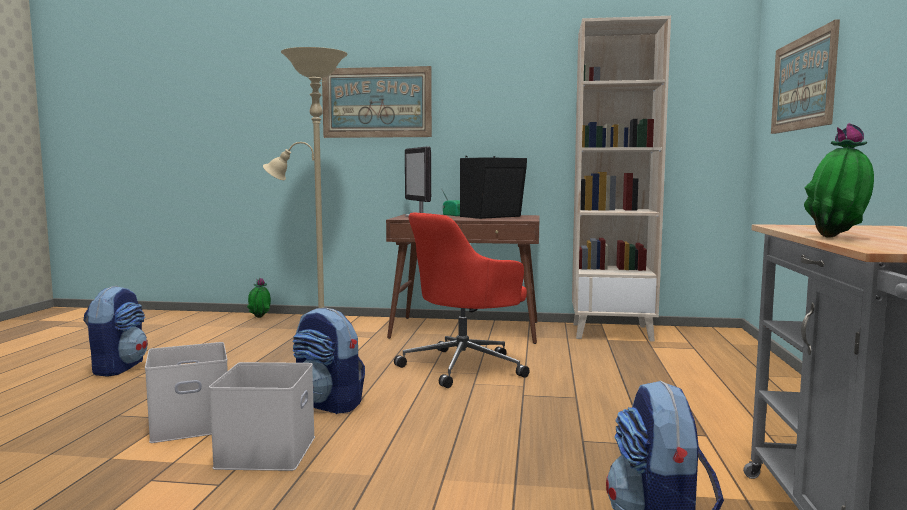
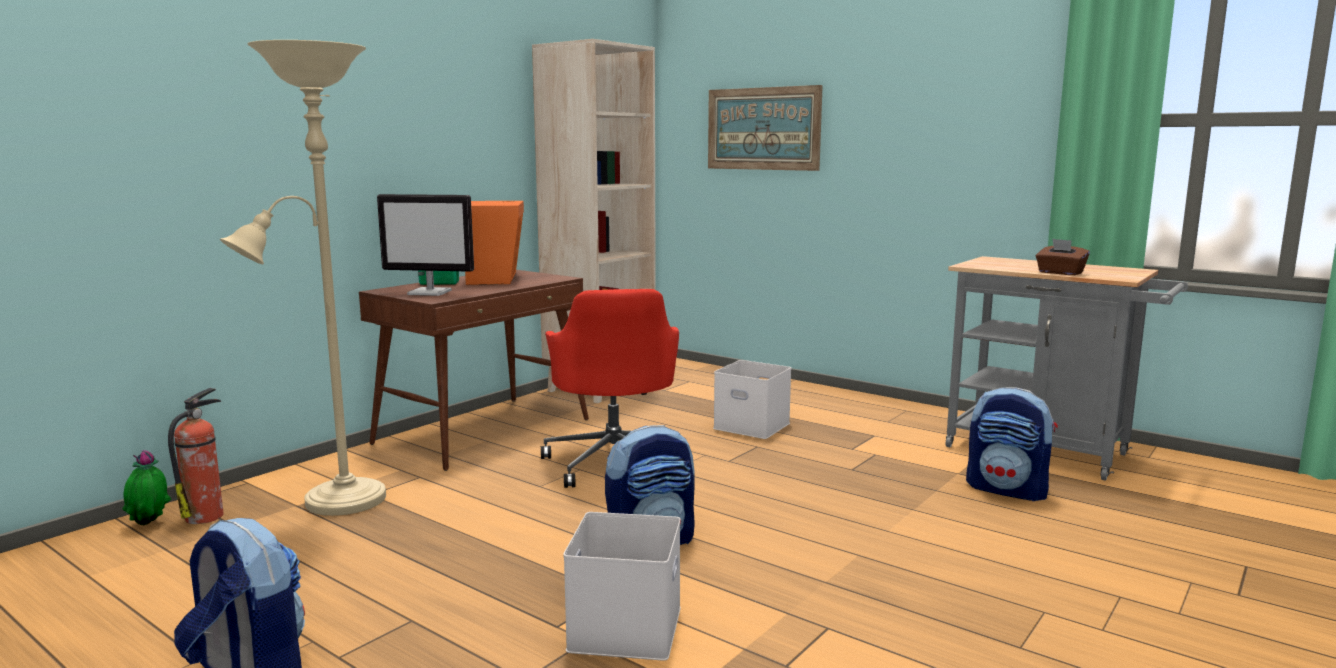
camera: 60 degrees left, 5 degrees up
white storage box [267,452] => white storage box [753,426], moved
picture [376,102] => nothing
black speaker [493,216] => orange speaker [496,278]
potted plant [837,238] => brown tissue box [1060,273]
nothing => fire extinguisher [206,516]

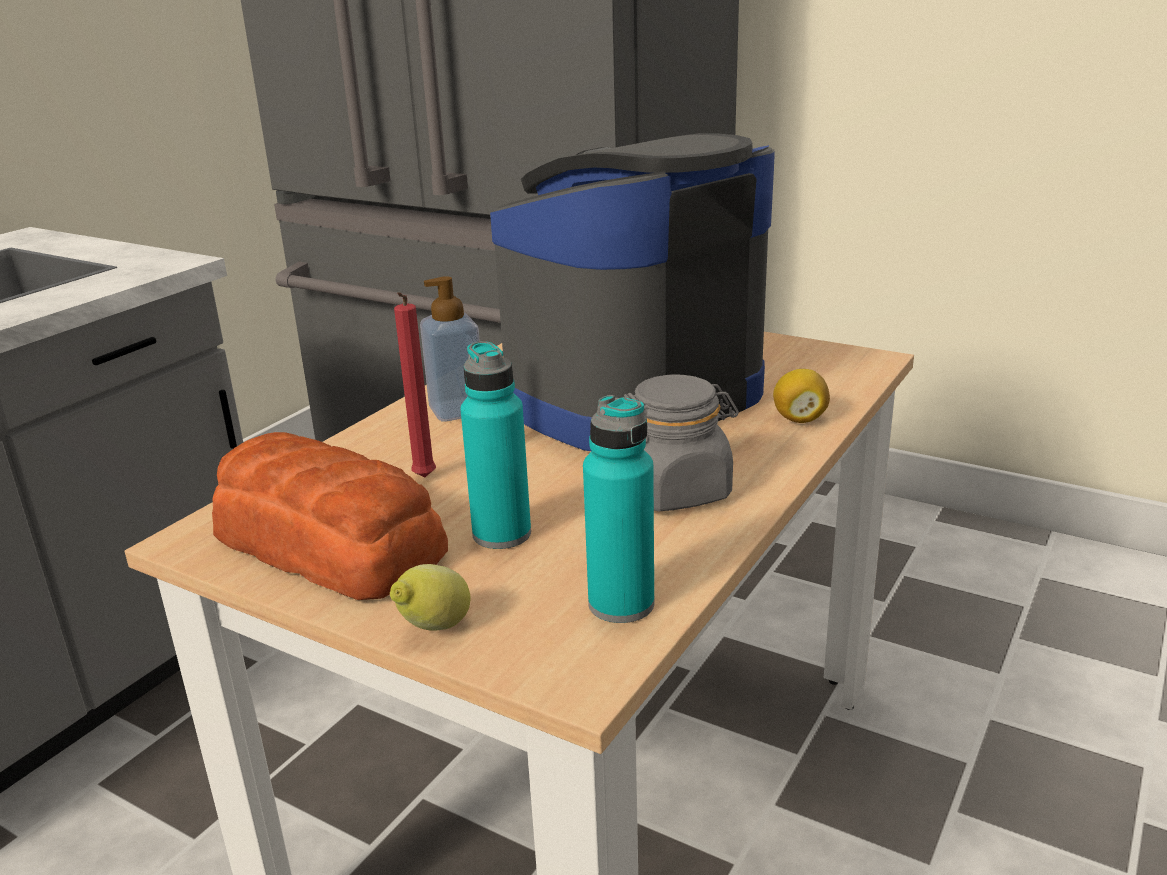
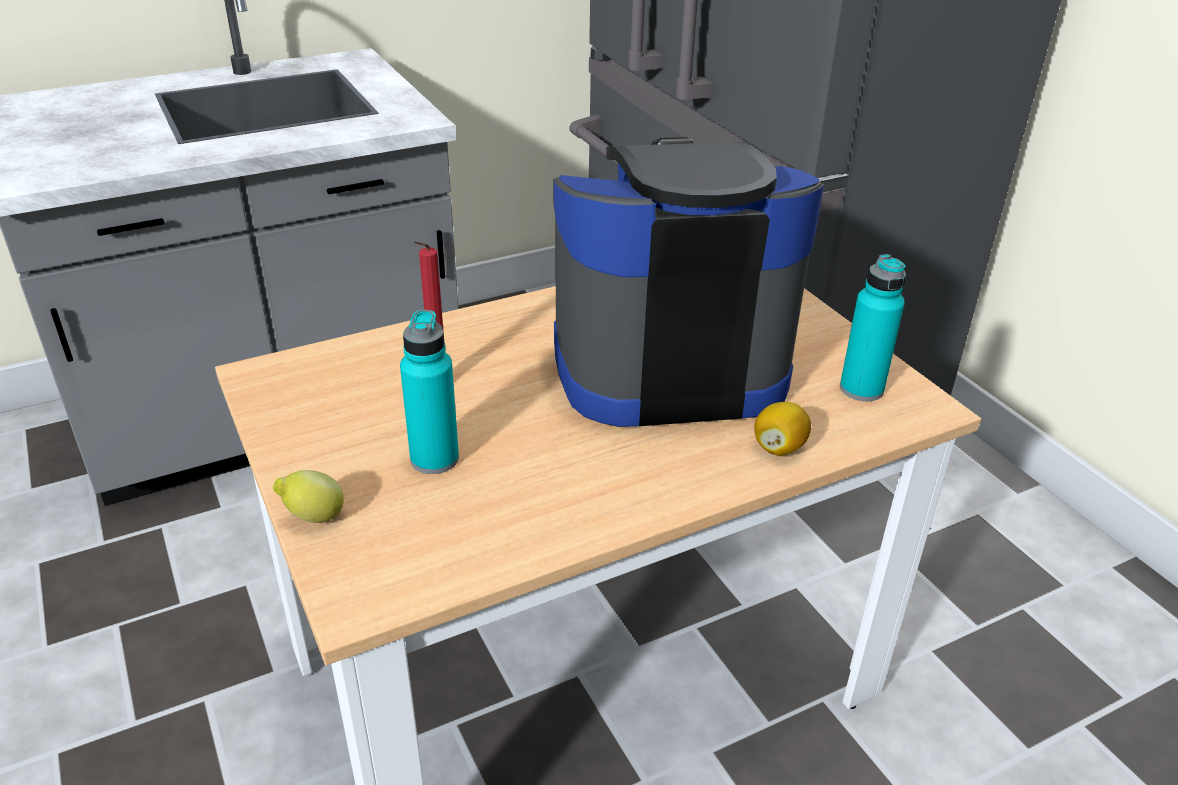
camera: 30 degrees right, 10 degrees up
bread [328,543] => nothing
soap dispenser [457,410] => nothing
turquoise bottle [621,604] => turquoise bottle [861,389], moved
grey jar [675,491] => nothing

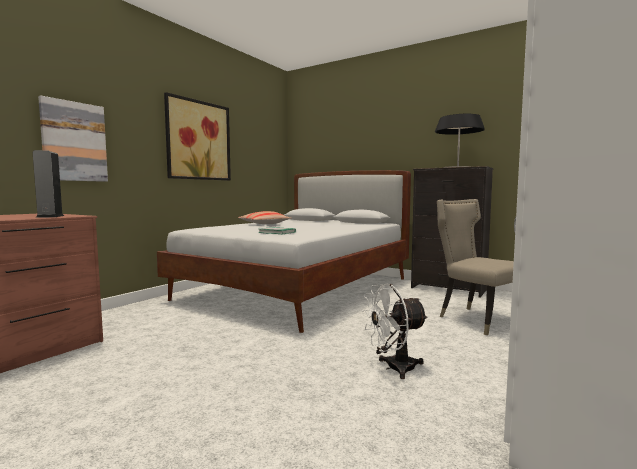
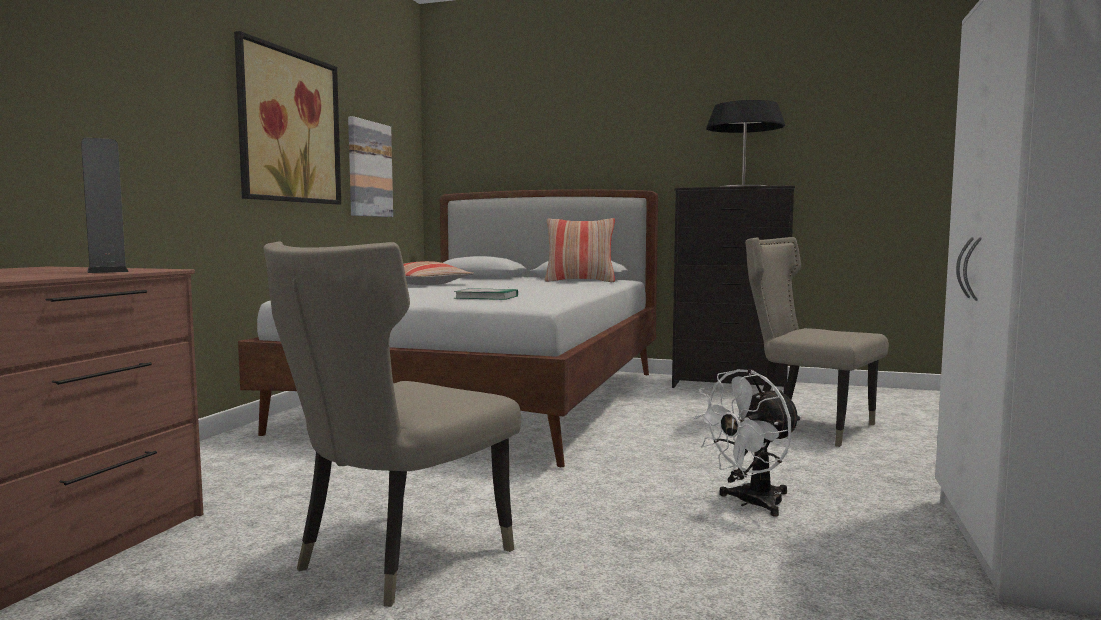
camera: 15 degrees left, 0 degrees up
picture [74,141] => picture [369,169], moved
nothing => beige chair [395,559]
nothing => pillow [580,281]

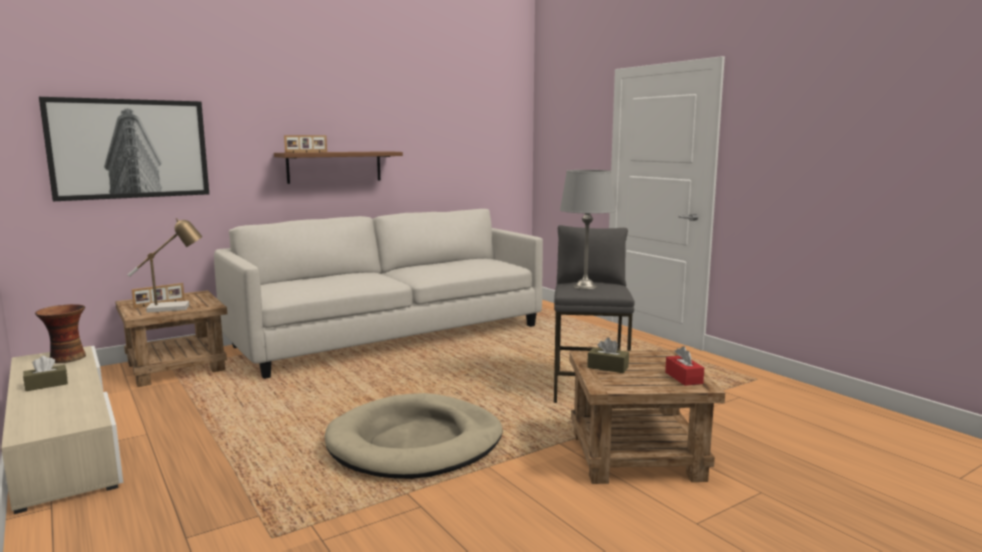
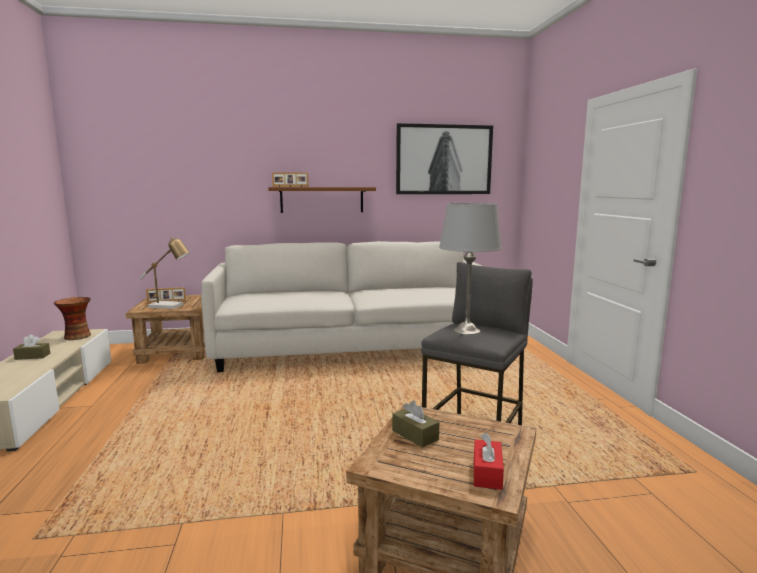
camera: 25 degrees right, 0 degrees up
picture [129,149] => picture [444,159], moved
beige dog bed [415,443] => nothing

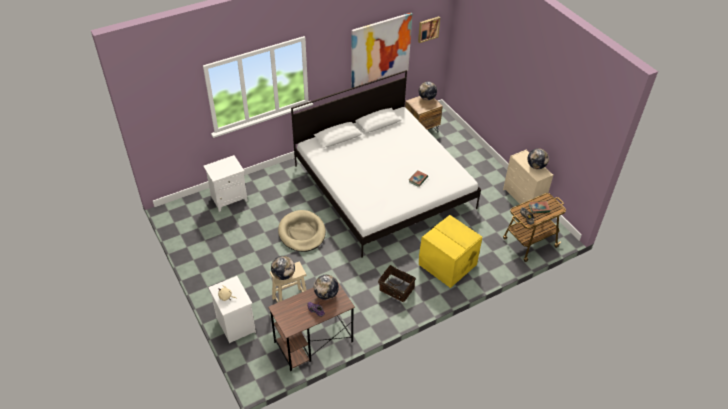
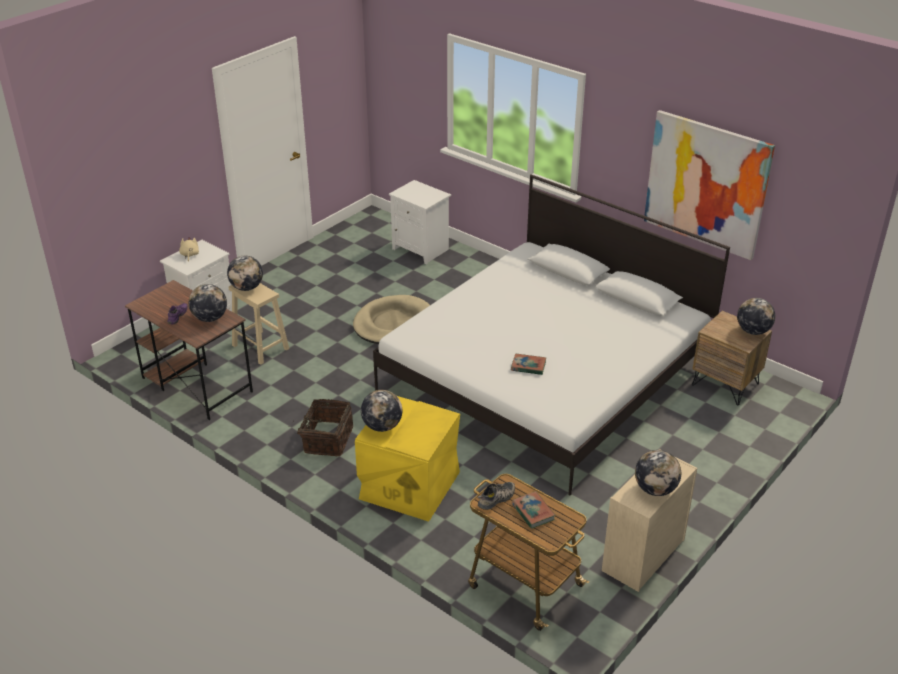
camera: 70 degrees right, 10 degrees down
picture [428,29] => nothing
nothing => globe [382,426]

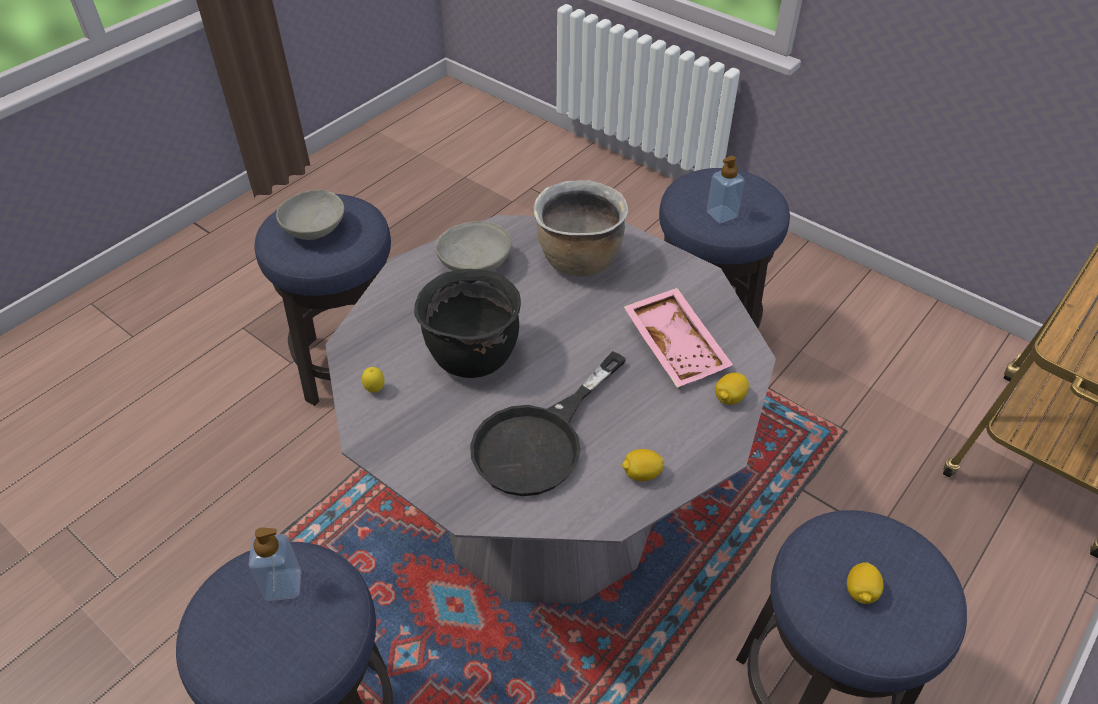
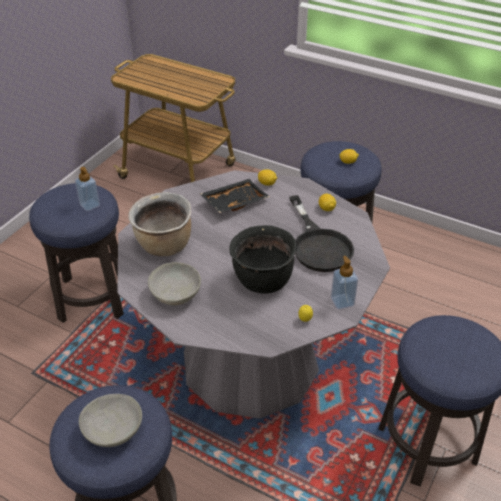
camera: 100 degrees left, 5 degrees down
soap dispenser [283,585] => soap dispenser [342,301], moved
black frying pan [540,440] => black frying pan [318,245], 45 degrees clockwise
pink tray [677,346] => black tray [234,202]

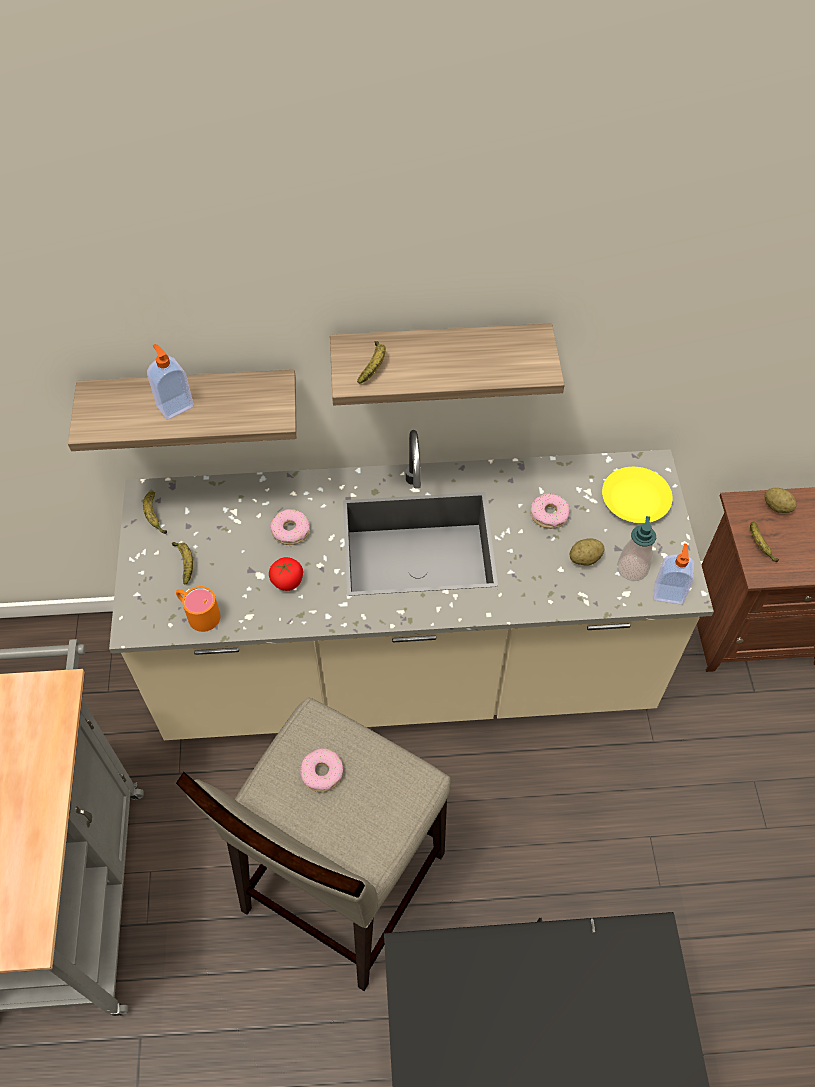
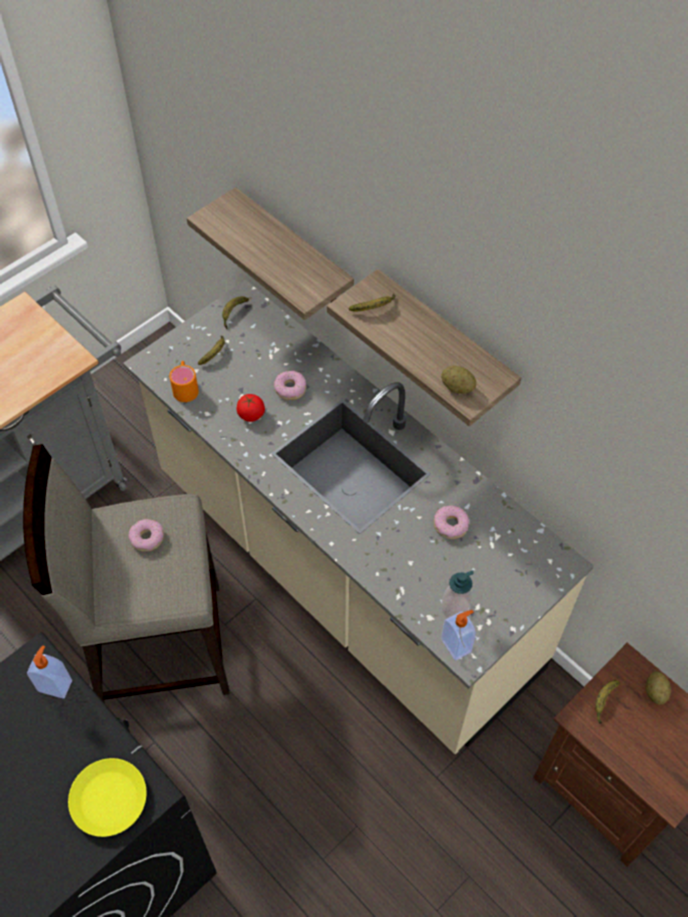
camera: 50 degrees right, 0 degrees up
soap dispenser [175,406] => soap dispenser [55,685], moved
potato [585,558] => potato [457,387], moved
yellow plate [635,499] => yellow plate [109,798], moved

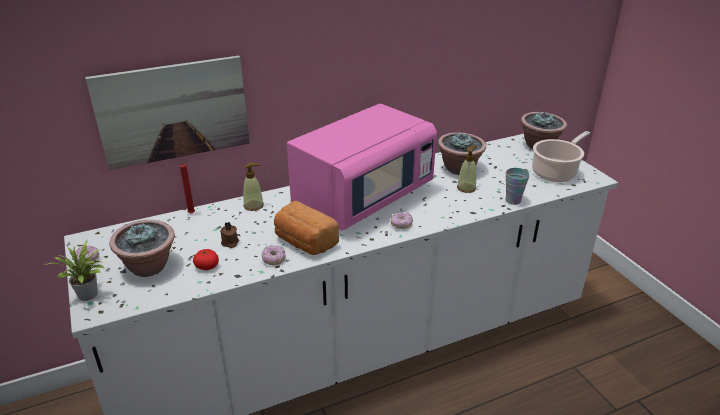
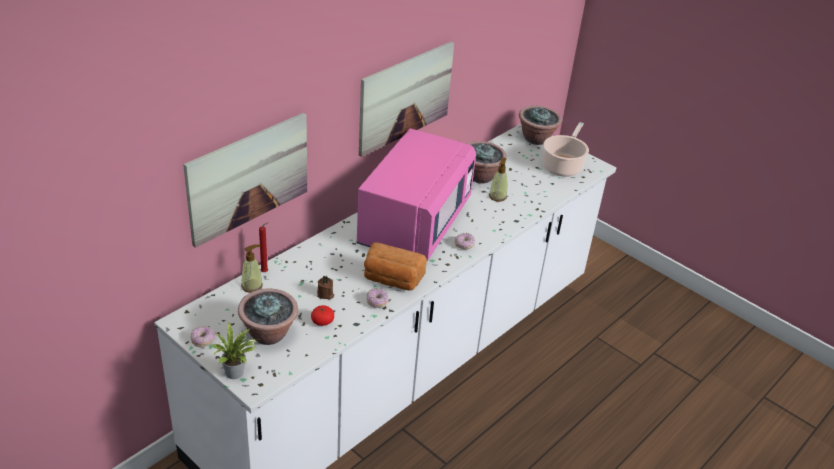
camera: 25 degrees left, 5 degrees up
soap dispenser [254,206] => soap dispenser [252,286], moved
cup [513,200] => nothing
nothing => picture [405,97]

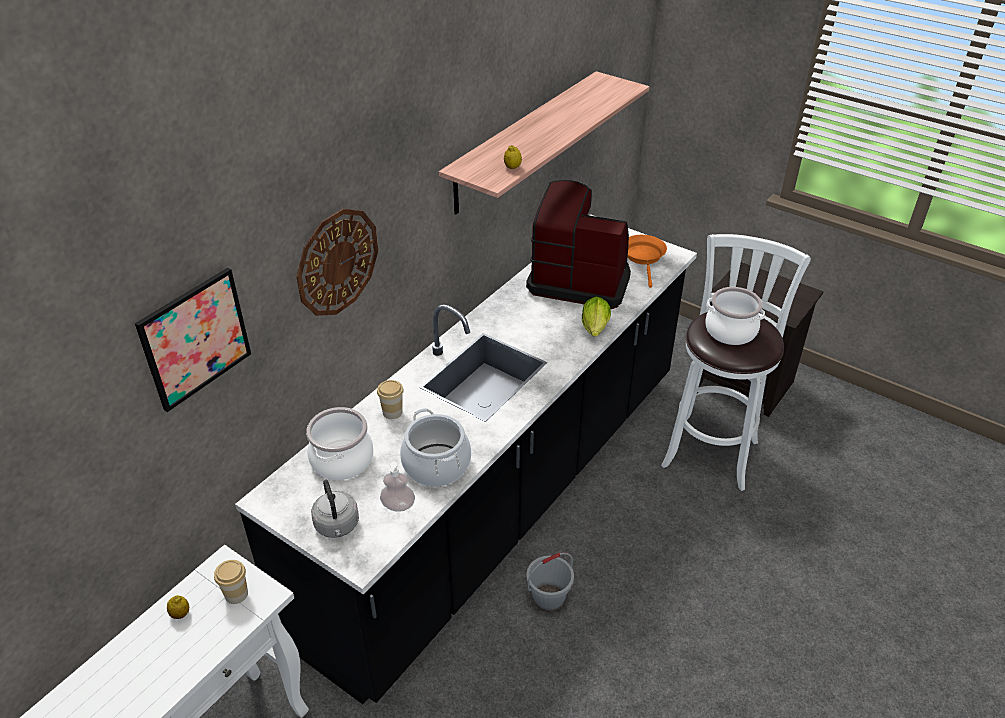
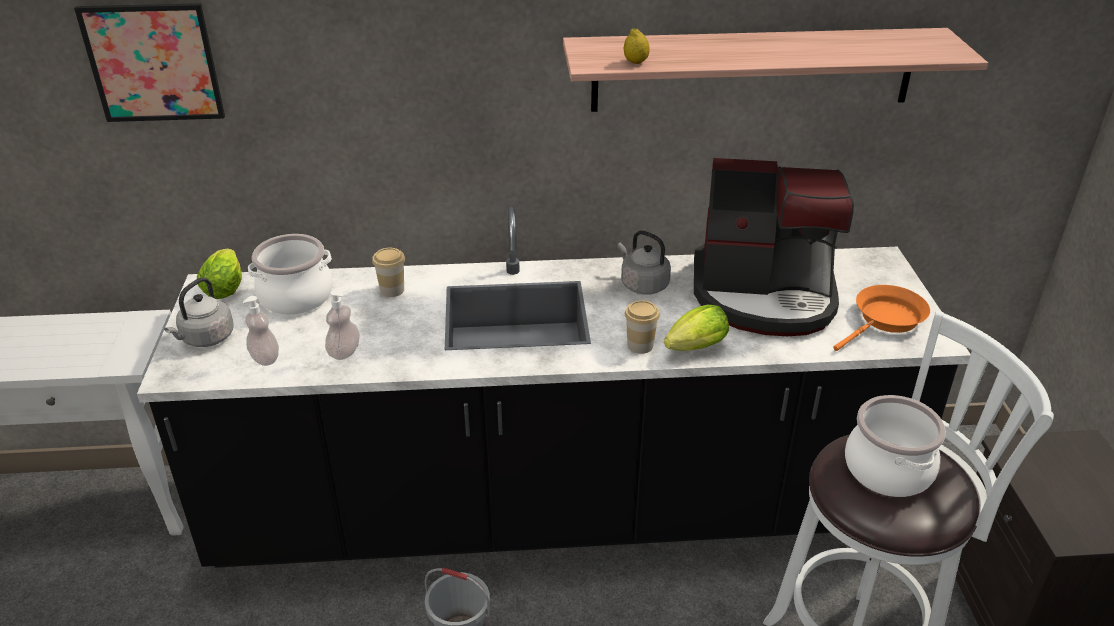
camera: 50 degrees right, 5 degrees down
lemon [180,614] => nothing
cup [236,594] => cup [640,345], moved
wall clock [337,262] => nothing
cooking pot [436,465] => soap dispenser [344,352]
coffee machine [579,280] => coffee machine [764,296], 120 degrees clockwise
nothing => lettuce [226,287]
nothing => grey kettle [642,284]

